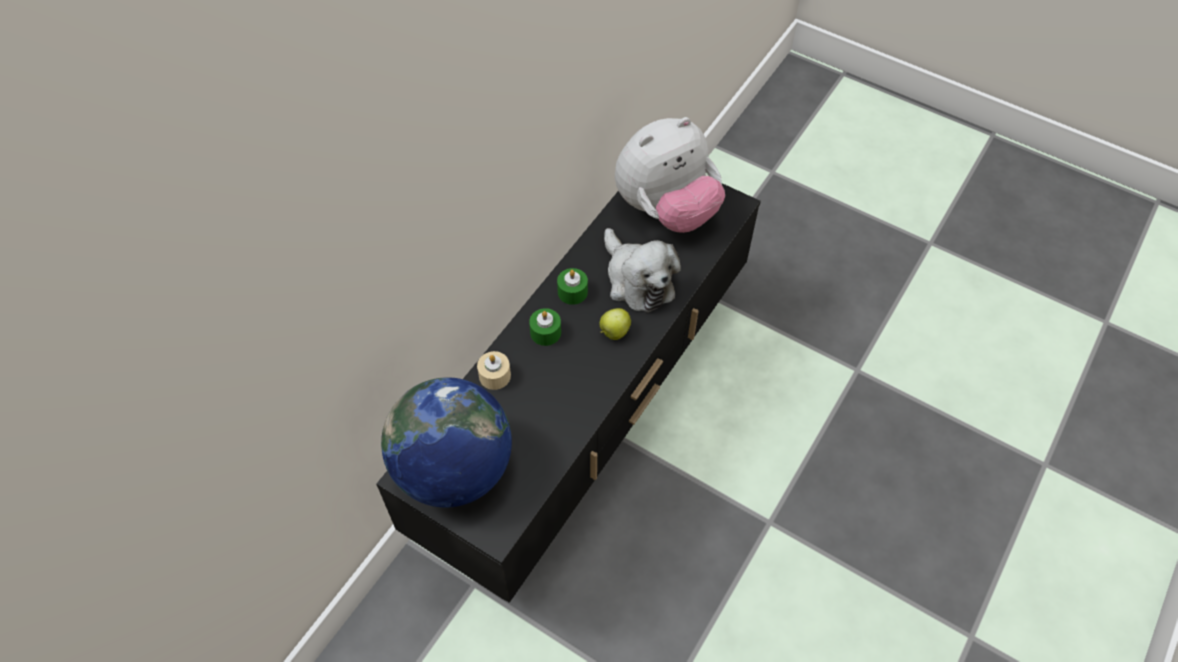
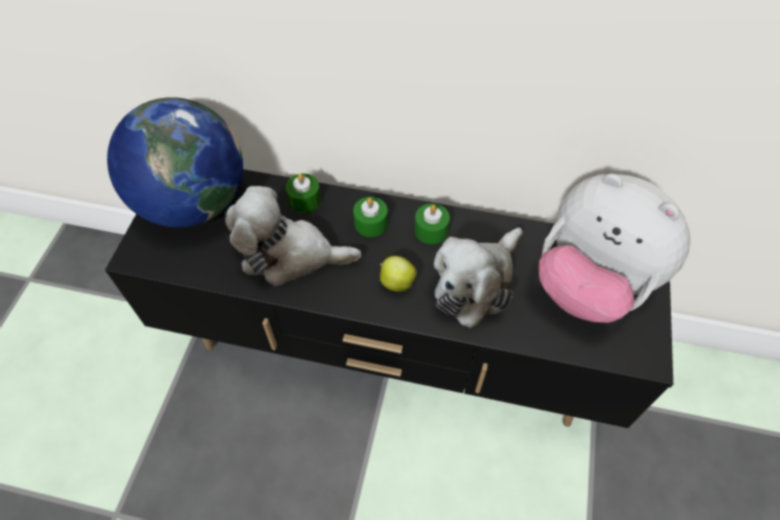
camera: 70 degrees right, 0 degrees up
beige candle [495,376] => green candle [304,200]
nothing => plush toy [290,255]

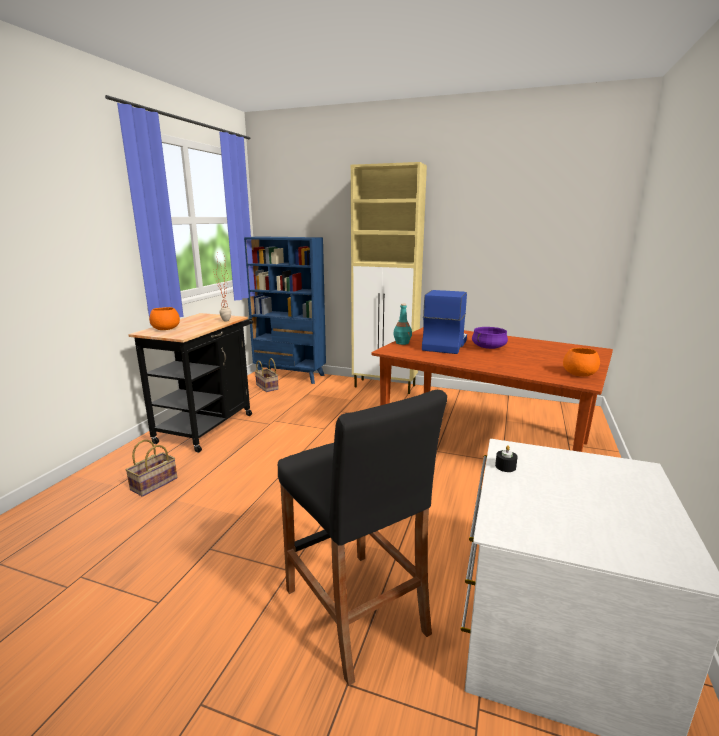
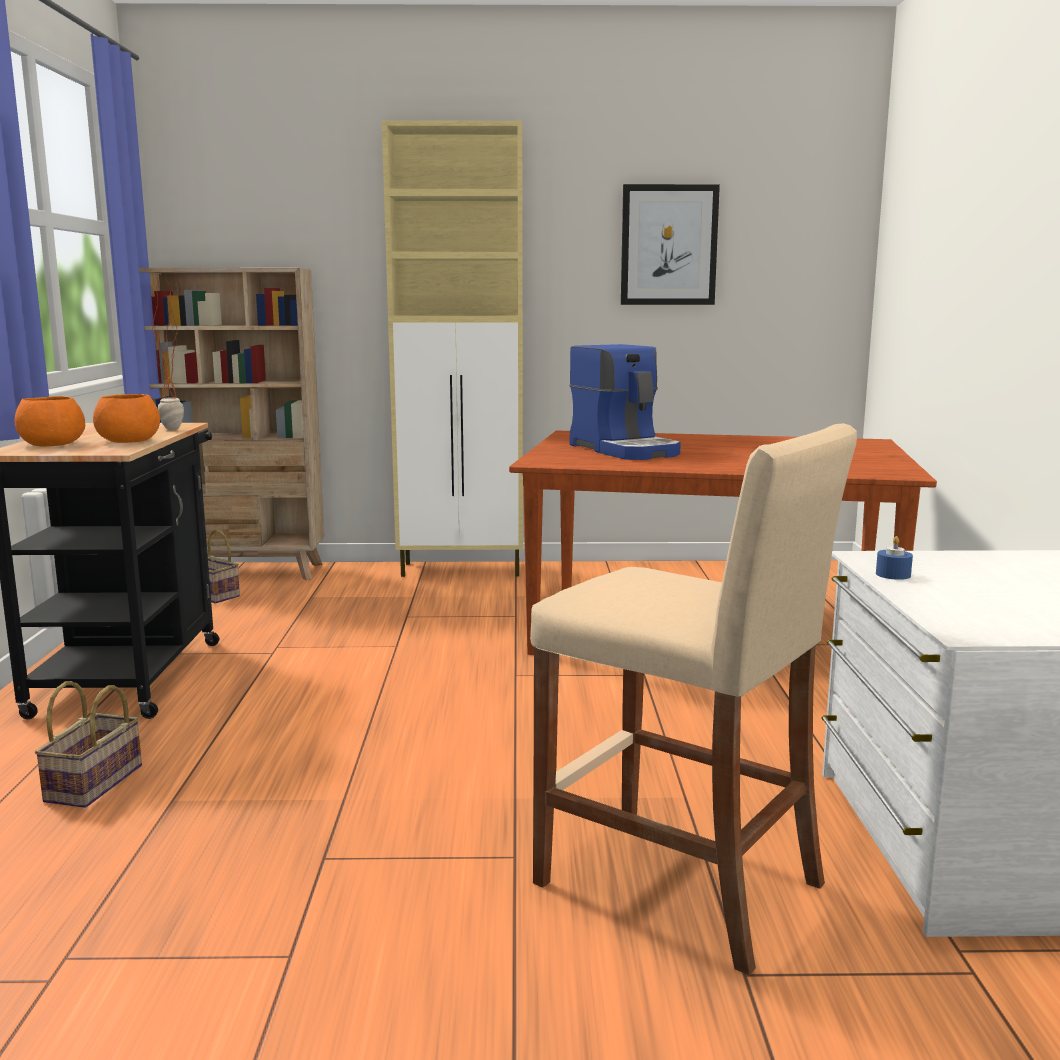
camera: 20 degrees left, 5 degrees down
blue bookcase [290,376] => beige bookcase [246,572]
black stool [355,611] => beige stool [679,884]
turquoise bottle [402,343] => nothing
coffee machine [444,345] => coffee machine [626,450], 150 degrees clockwise
purple cooking pot [488,347] => nothing
black candle [505,466] => blue candle [893,574]
orange bowl [580,373] => orange bowl [130,441], moved
nothing => picture [668,245]

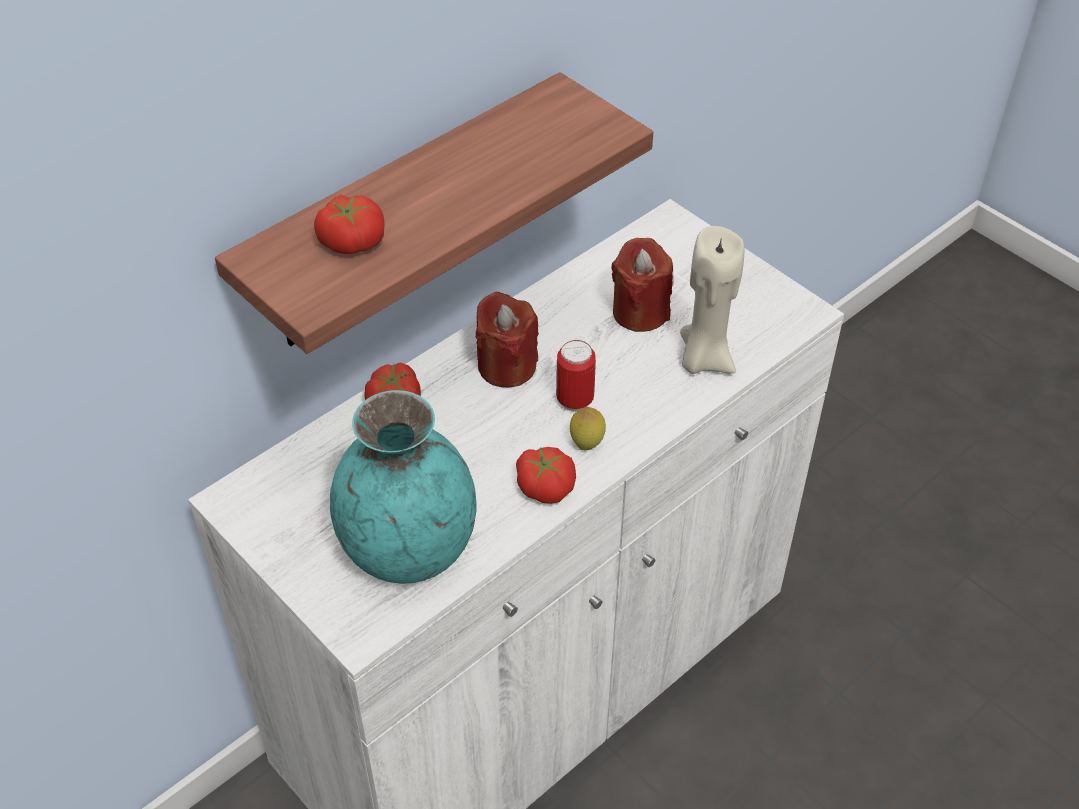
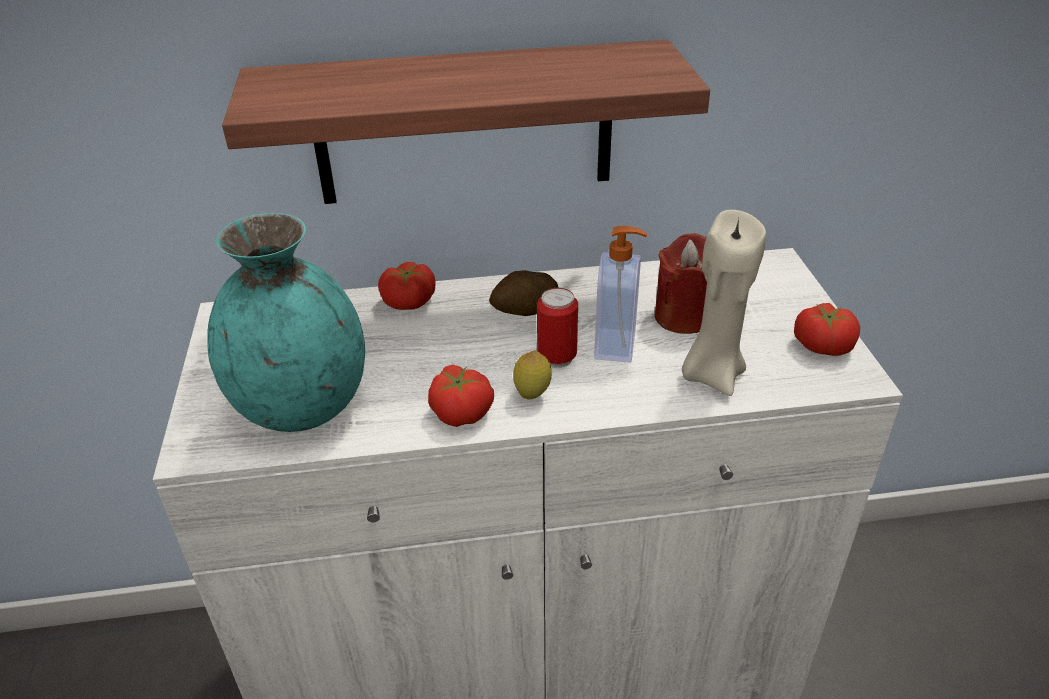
camera: 35 degrees right, 10 degrees down
tomato [351,241] => tomato [822,345], moved
red candle [507,366] => potato [525,311]
nothing => soap dispenser [617,346]

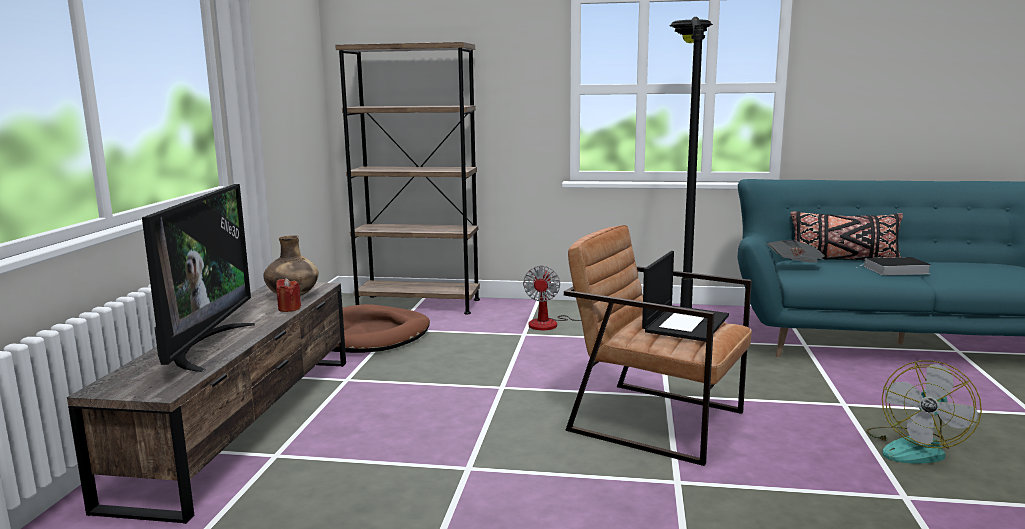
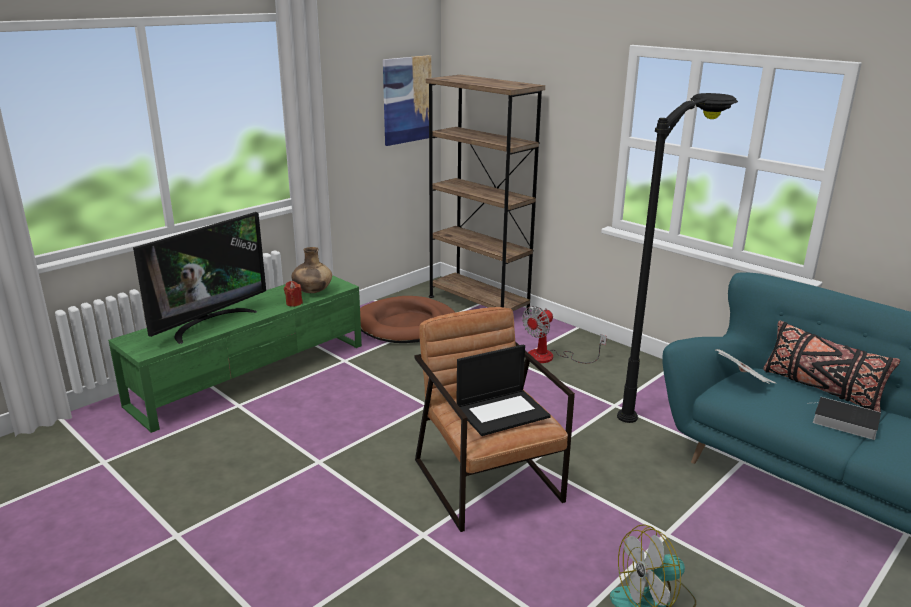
camera: 35 degrees right, 10 degrees up
brown tv stand [245,422] => green tv stand [252,374]
nothing => picture [407,100]

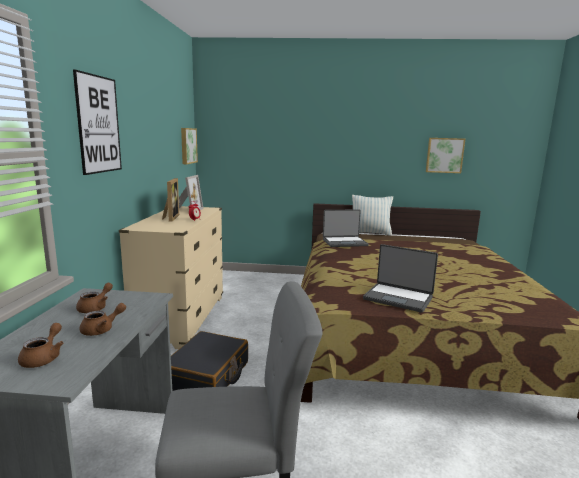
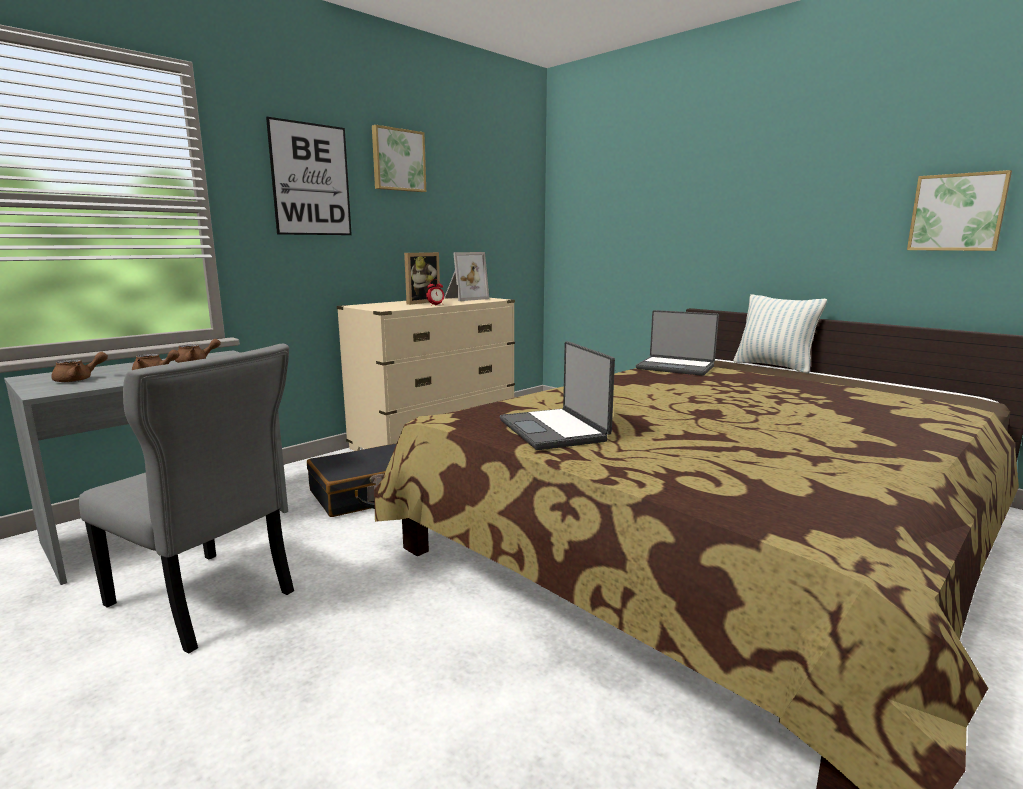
camera: 40 degrees right, 0 degrees up
picture [187,145] => picture [398,160], moved

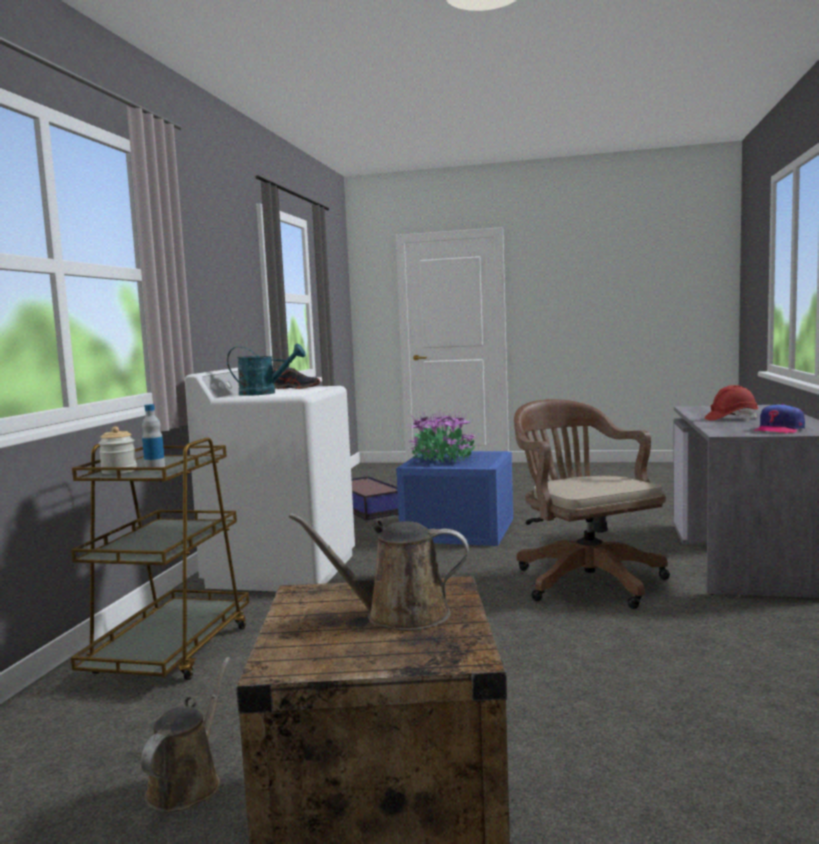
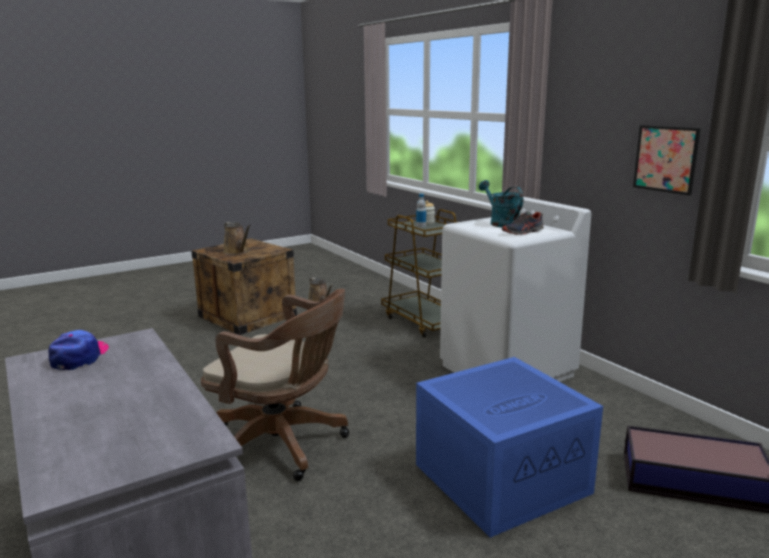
camera: 135 degrees right, 10 degrees up
turquoise watering can [264,393] => turquoise watering can [500,223], 105 degrees clockwise
brown watering can [398,615] => brown watering can [237,251], 90 degrees clockwise
potted plant [442,459] => nothing
red hard hat [731,418] => nothing
nothing => picture [665,159]

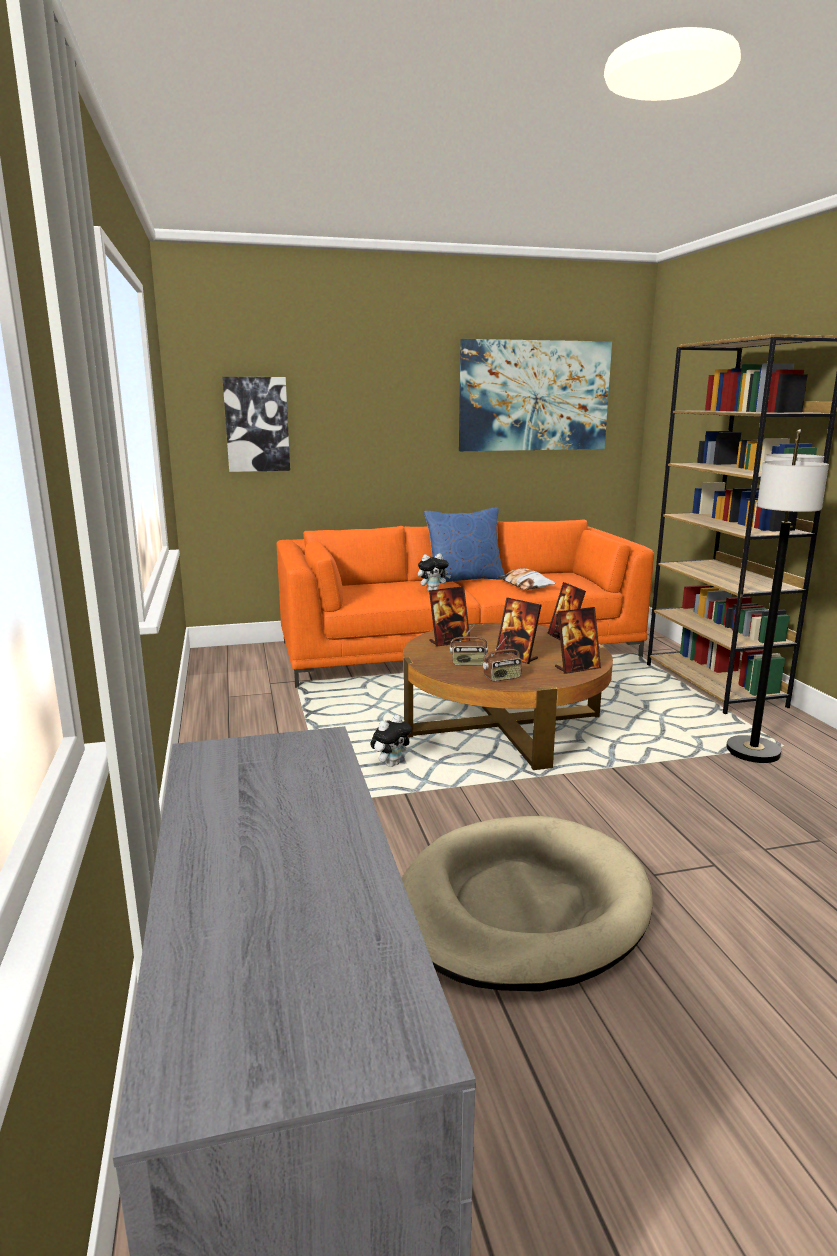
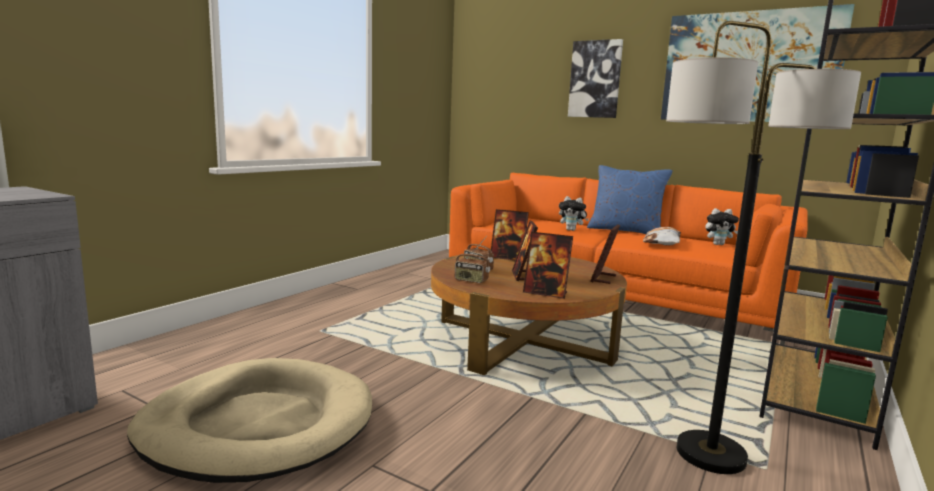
camera: 45 degrees right, 5 degrees down
picture [257,424] => picture [595,79], moved
plush toy [391,764] => plush toy [718,244], moved

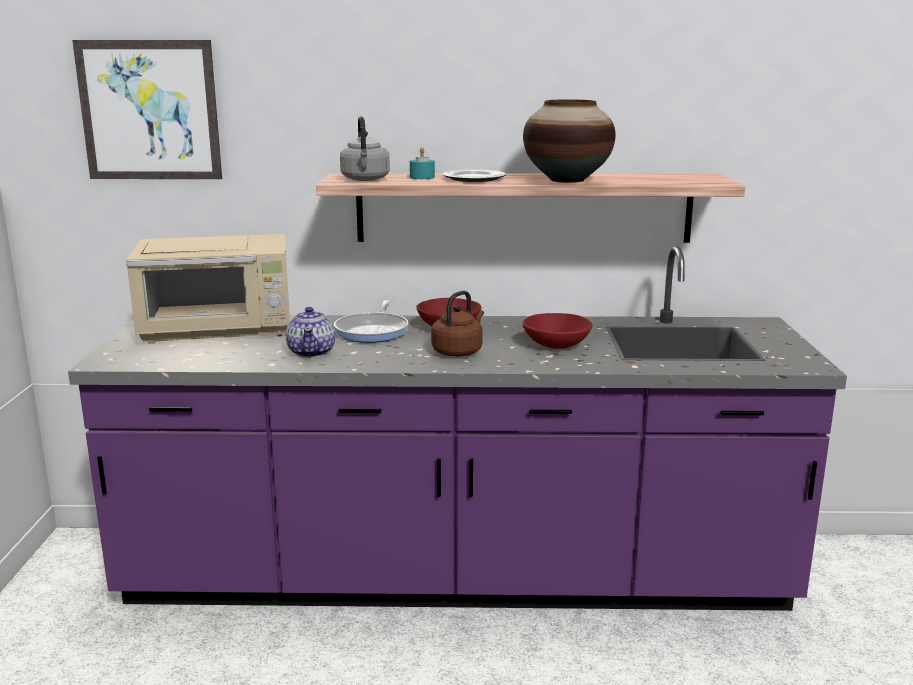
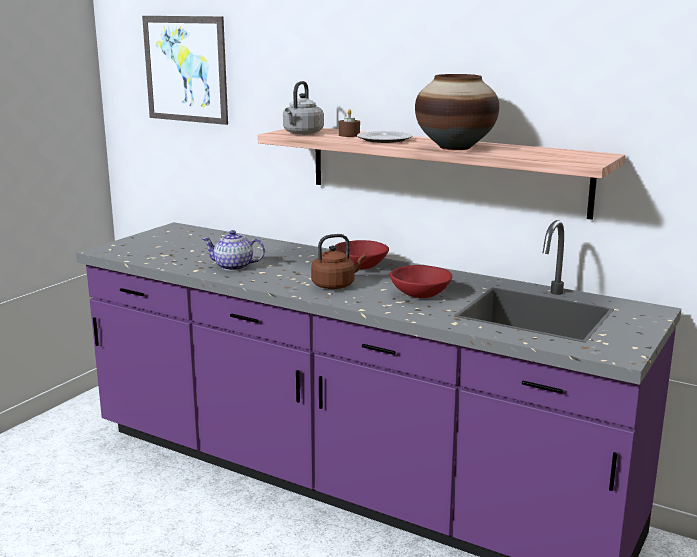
camera: 30 degrees right, 0 degrees up
beige microwave [220,331] => nothing
teapot [312,352] => teapot [234,267], 75 degrees clockwise
frying pan [373,331] => nothing
turquoise candle [422,177] => brown candle [349,135]

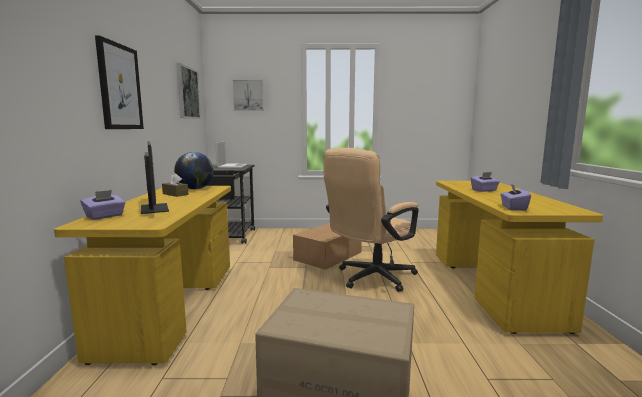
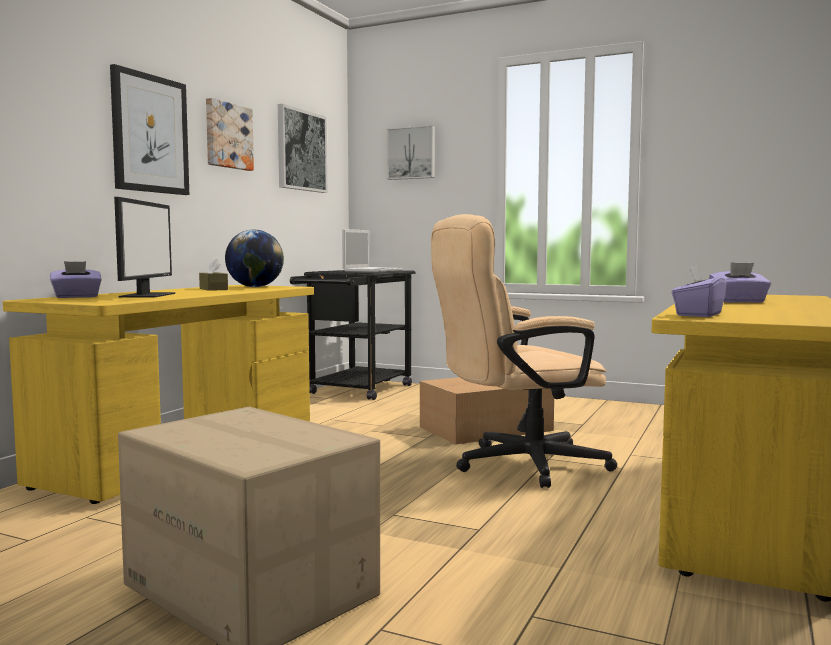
camera: 25 degrees right, 5 degrees down
nothing => picture [227,136]

